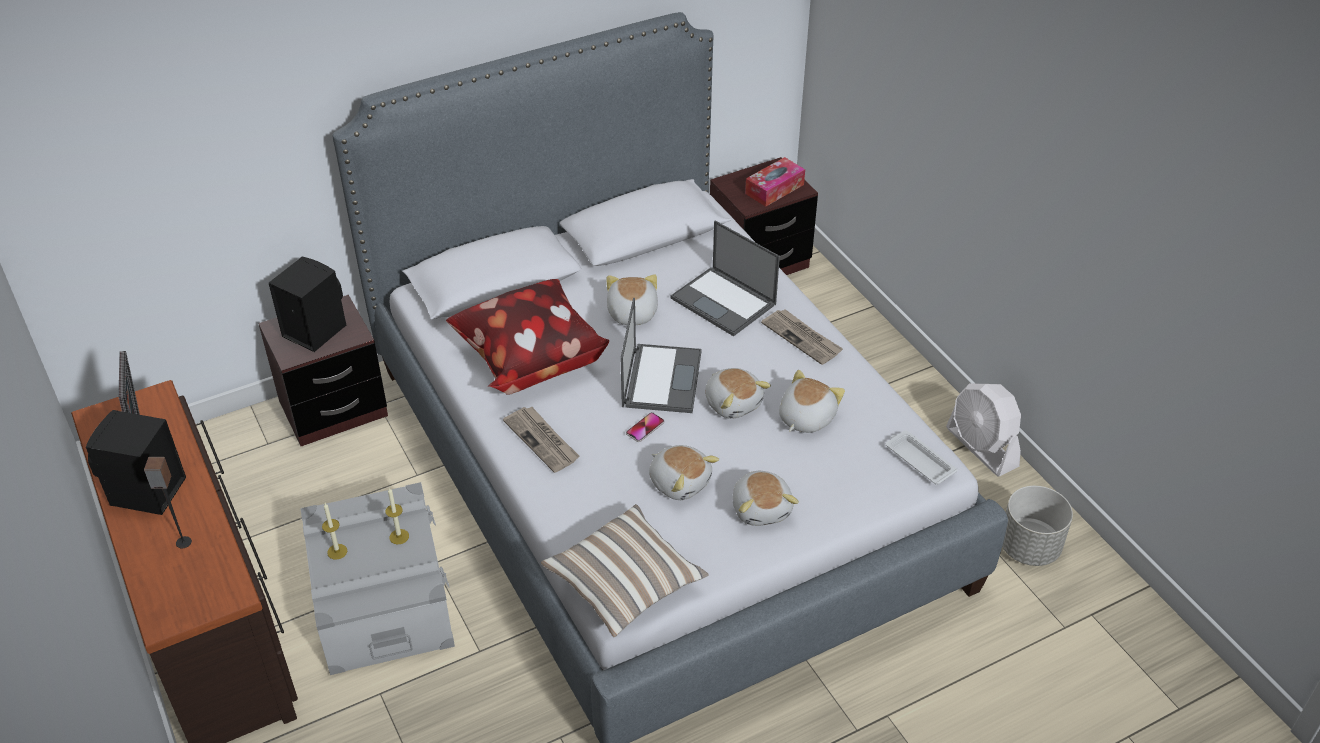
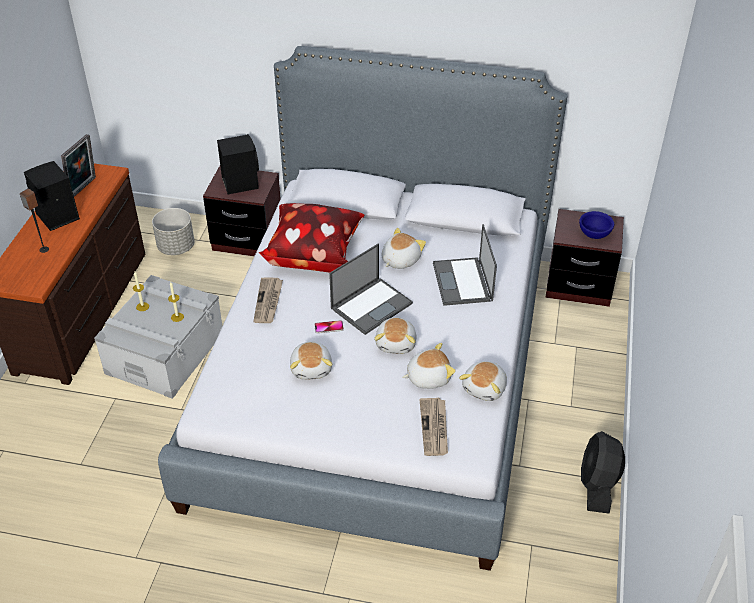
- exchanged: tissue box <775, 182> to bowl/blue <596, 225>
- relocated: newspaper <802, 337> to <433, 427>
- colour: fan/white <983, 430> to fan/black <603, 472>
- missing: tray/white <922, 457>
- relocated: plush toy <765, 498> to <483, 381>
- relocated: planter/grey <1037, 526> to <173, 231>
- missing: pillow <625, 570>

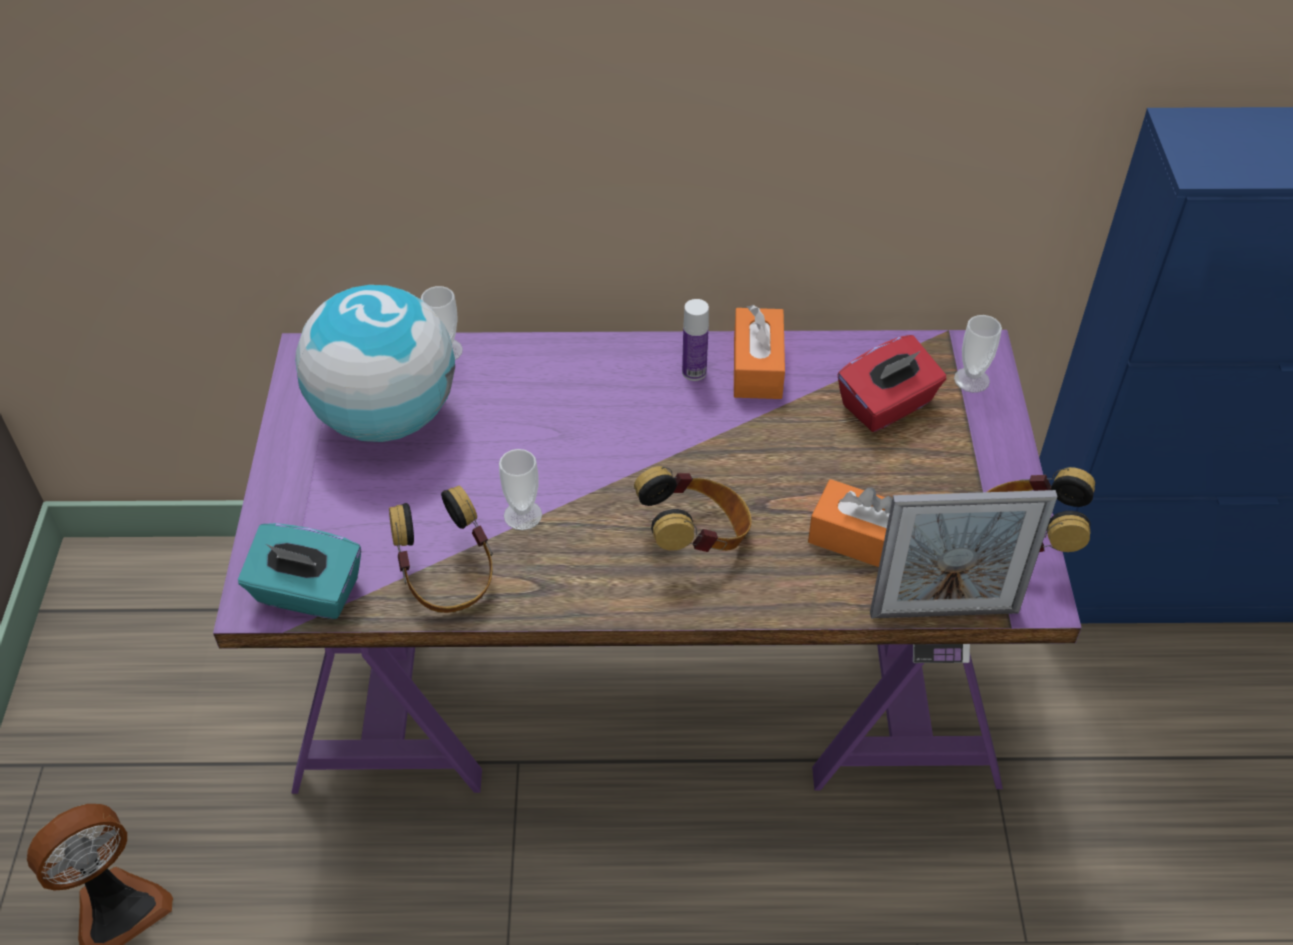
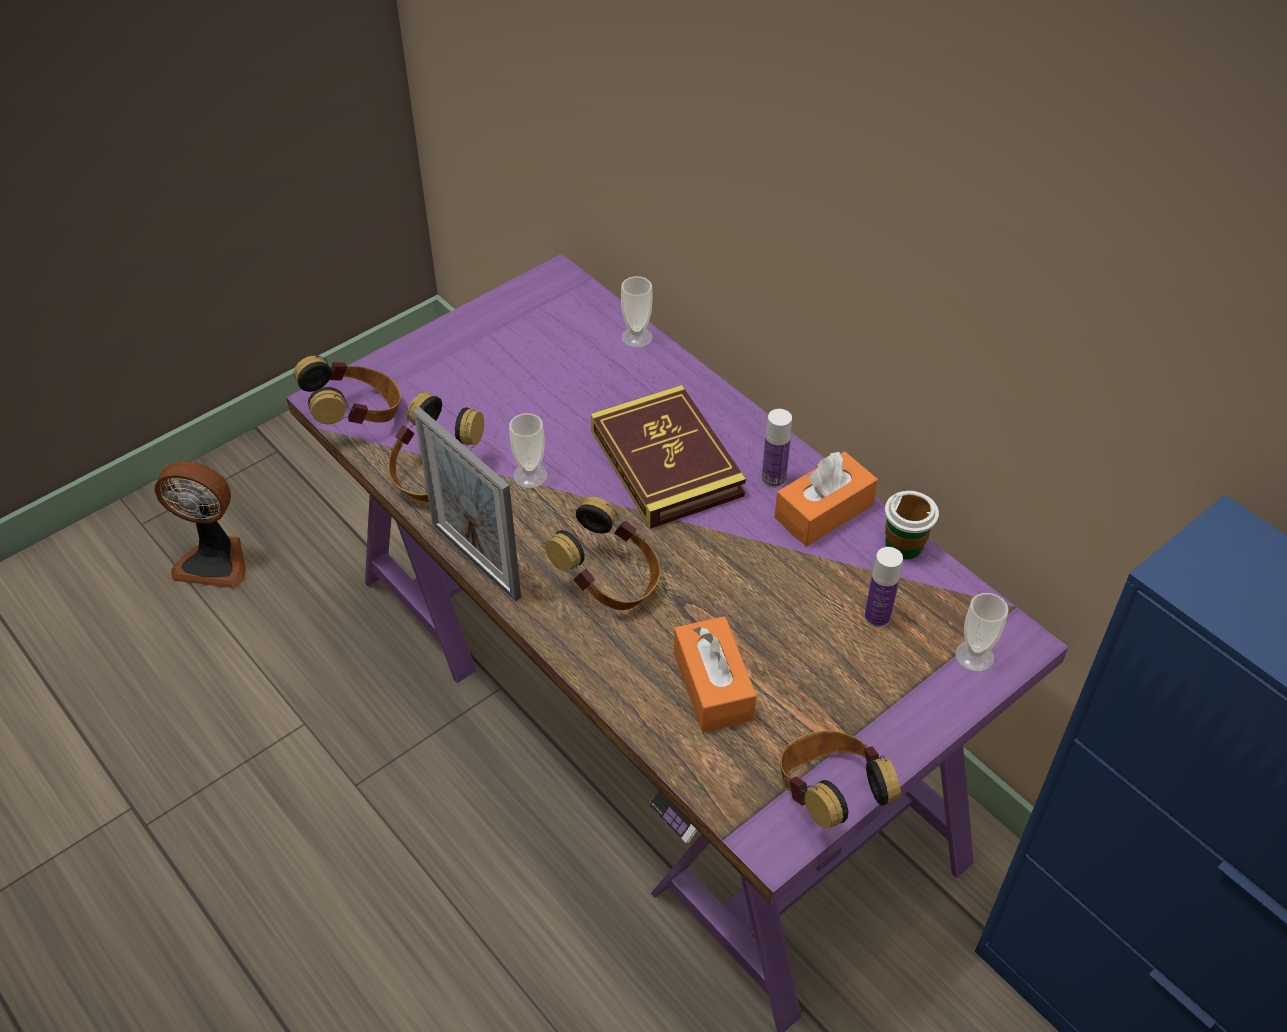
- missing: globe <375, 363>
- exchanged: tissue box/red <891, 383> to bottle <883, 587>
- relocated: picture frame <964, 554> to <467, 504>
- exchanged: tissue box/turquoise <299, 571> to headphones <347, 390>
- appeared: book <668, 457>
- appeared: cup <912, 525>

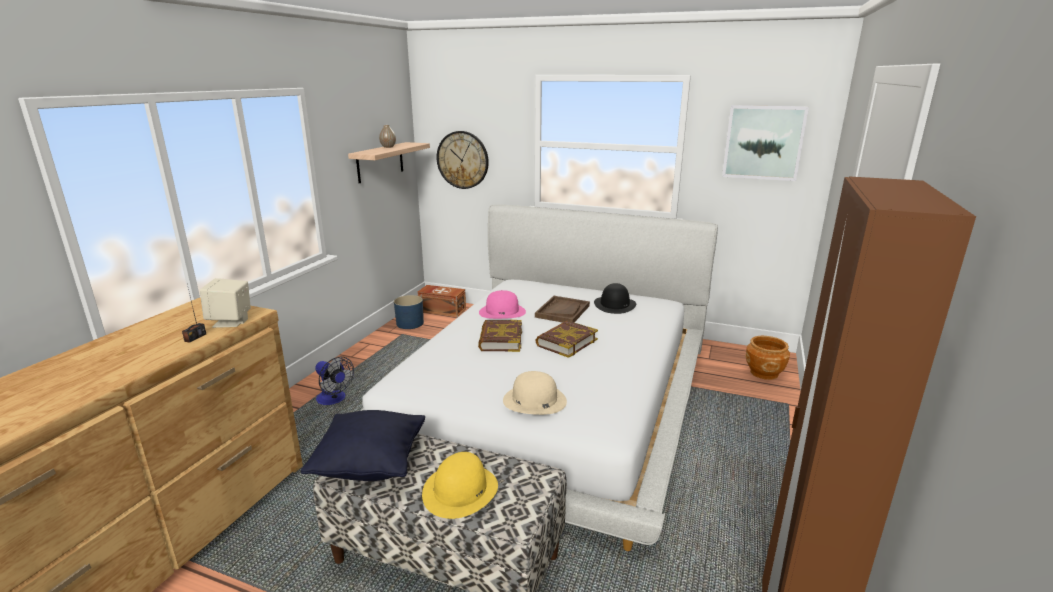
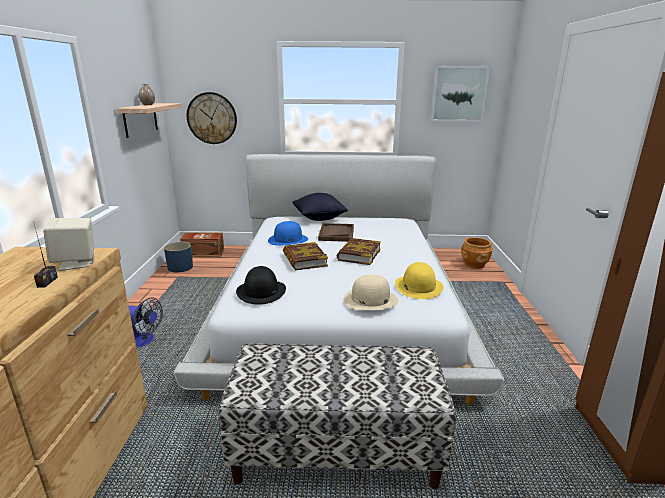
- relocated: hat/black <615, 298> to <261, 285>
- colour: hat/pink <502, 304> to hat/blue <288, 233>
- relocated: pillow/black <363, 445> to <320, 207>
- relocated: hat/yellow <460, 485> to <419, 280>

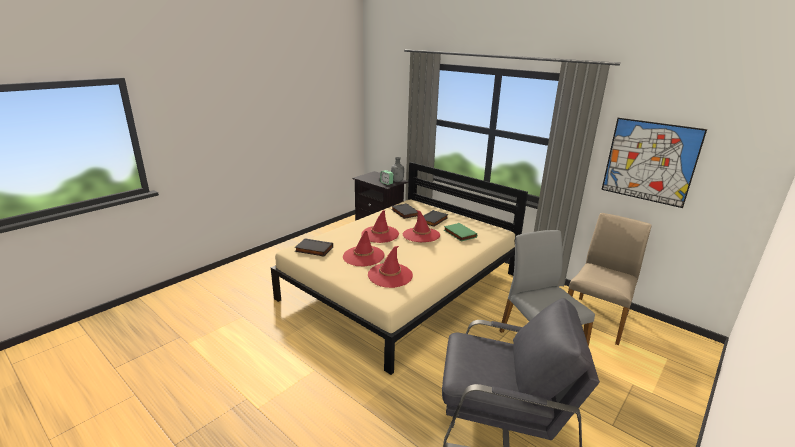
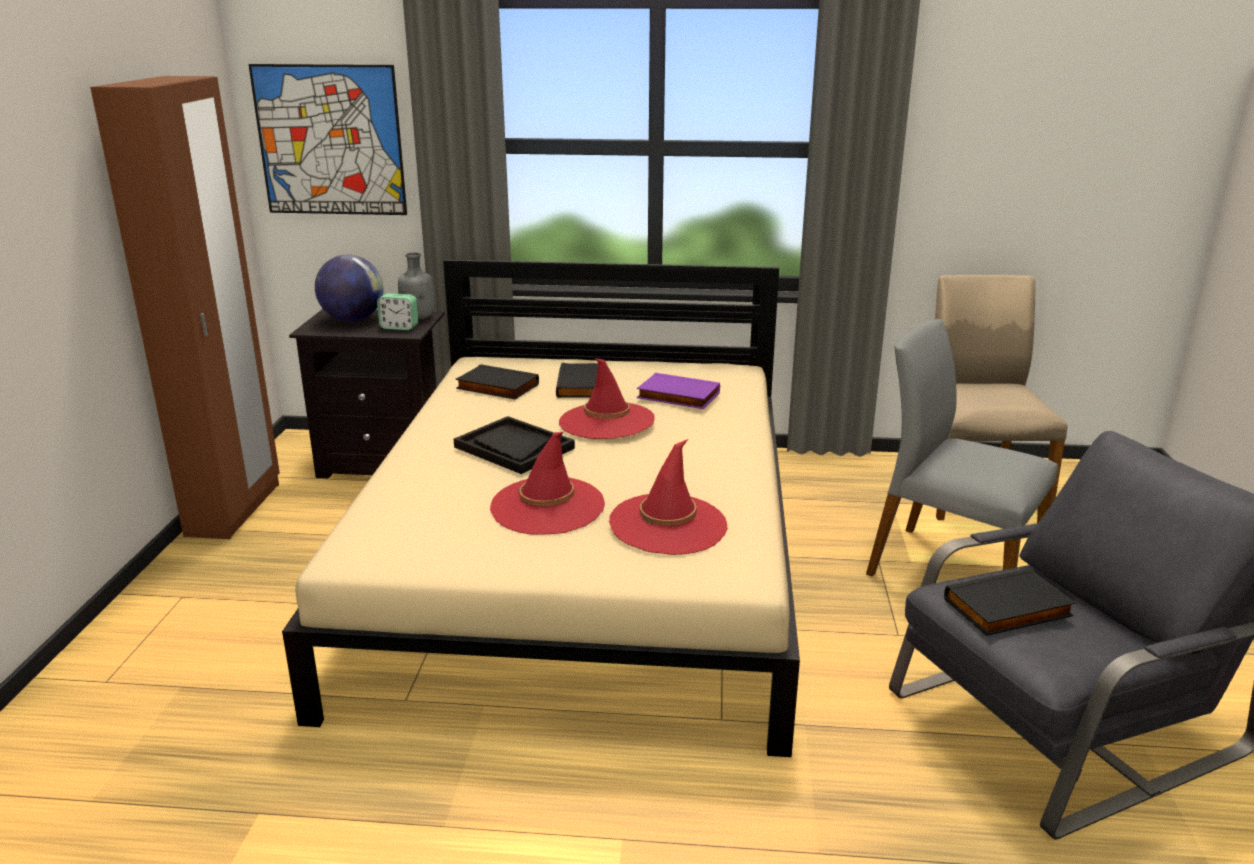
- relocated: picture <654, 163> to <327, 139>
- exchanged: hat/red <380, 226> to tray/black <514, 445>
- colour: book/green <460, 232> to book/purple <678, 391>
- relocated: book/black <314, 247> to <1010, 602>
- appeared: wardrobe/brown <185, 307>
- appeared: globe <349, 288>

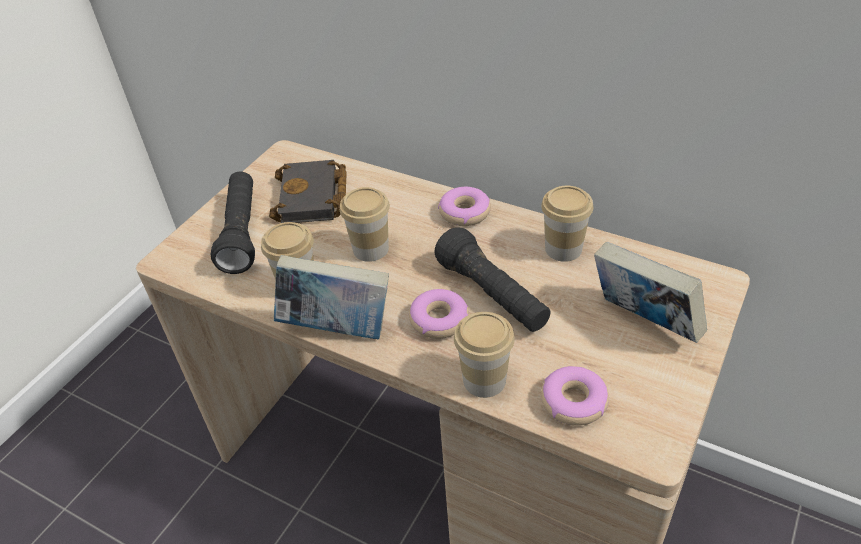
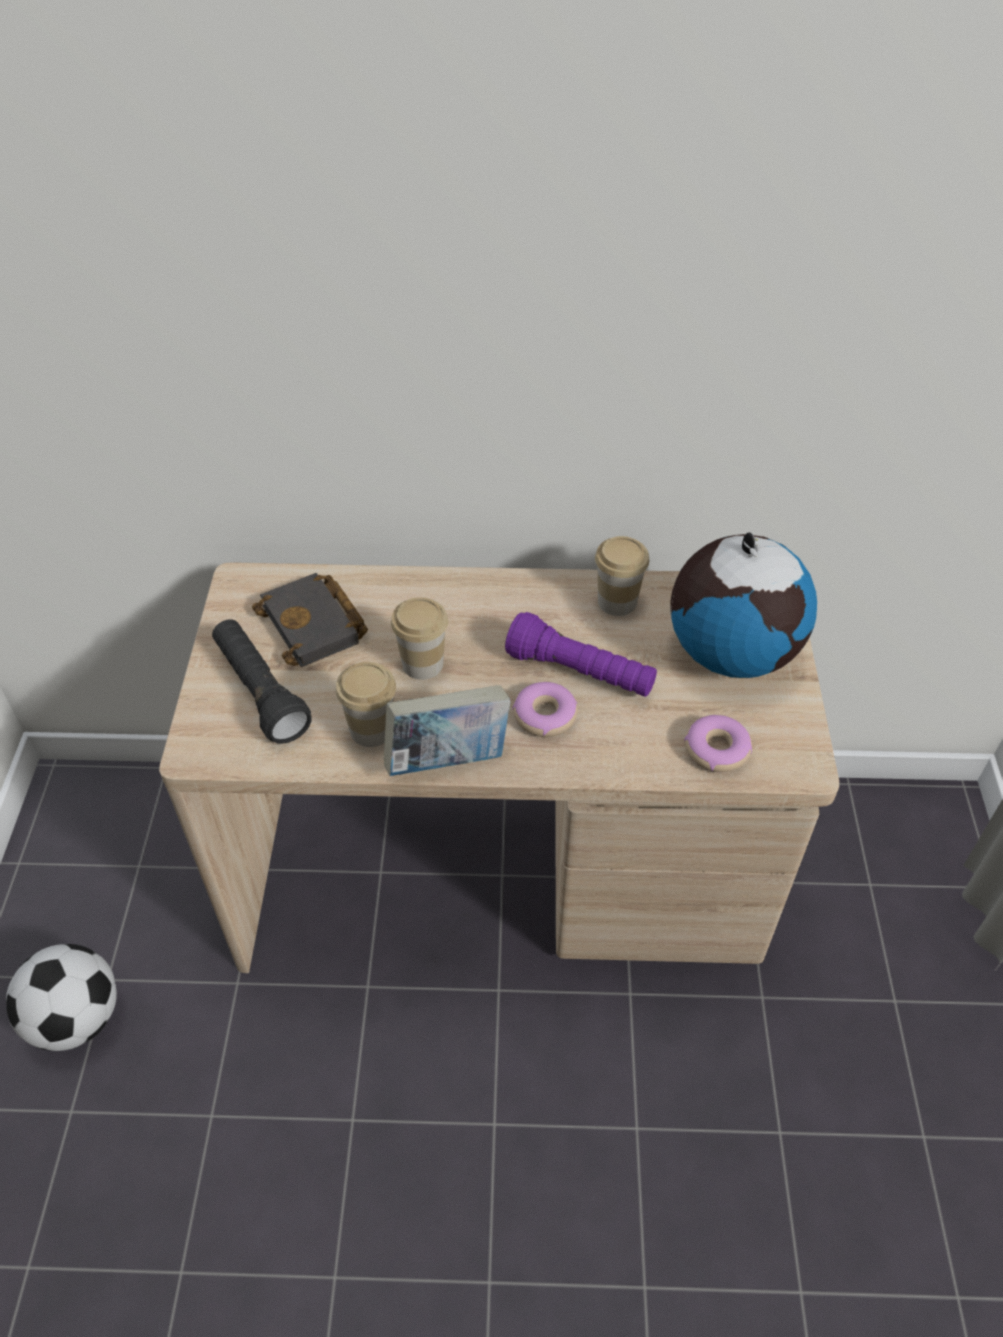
- missing: donut <464, 206>
- colour: flashlight/black <492, 279> to flashlight/purple <581, 654>
- exchanged: book <650, 292> to globe <743, 605>
- missing: cup <484, 355>
- appeared: football <61, 997>

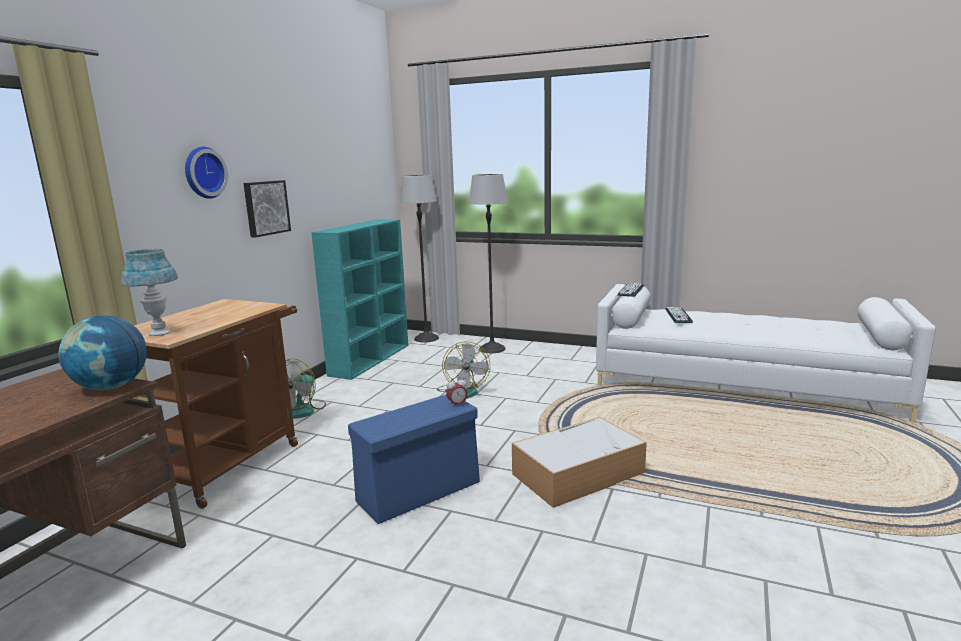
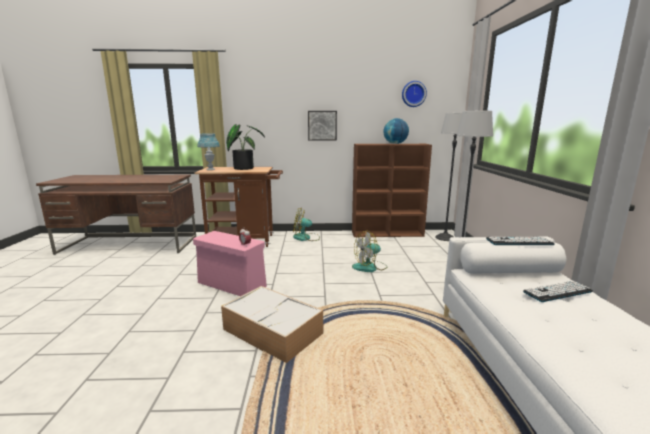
- relocated: wall clock <206, 173> to <414, 94>
- colour: bookcase/turquoise <359, 299> to bookcase/brown <392, 190>
- relocated: globe <102, 352> to <396, 131>
- colour: storage box/blue <414, 459> to storage box/pink <230, 263>
- appeared: potted plant <245, 147>

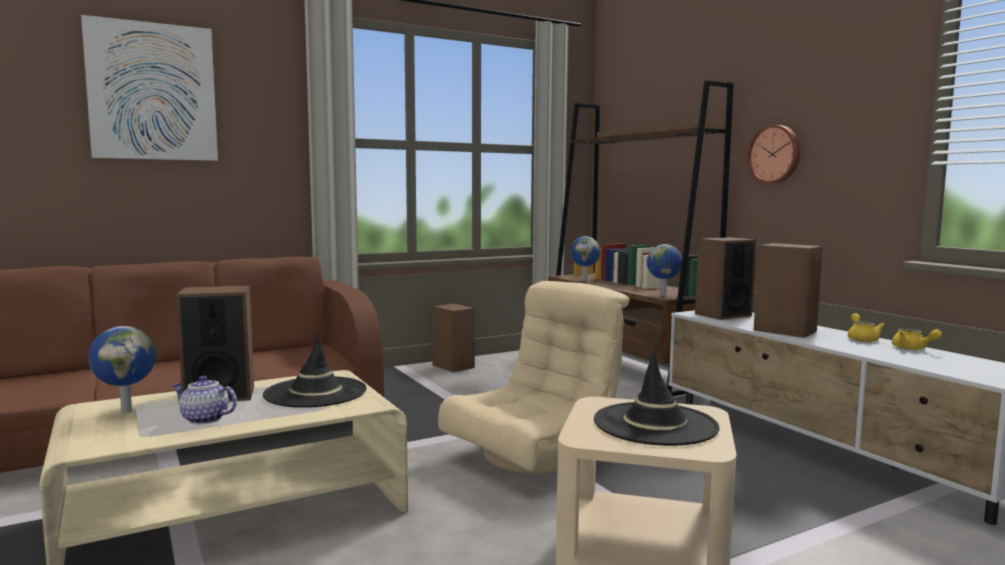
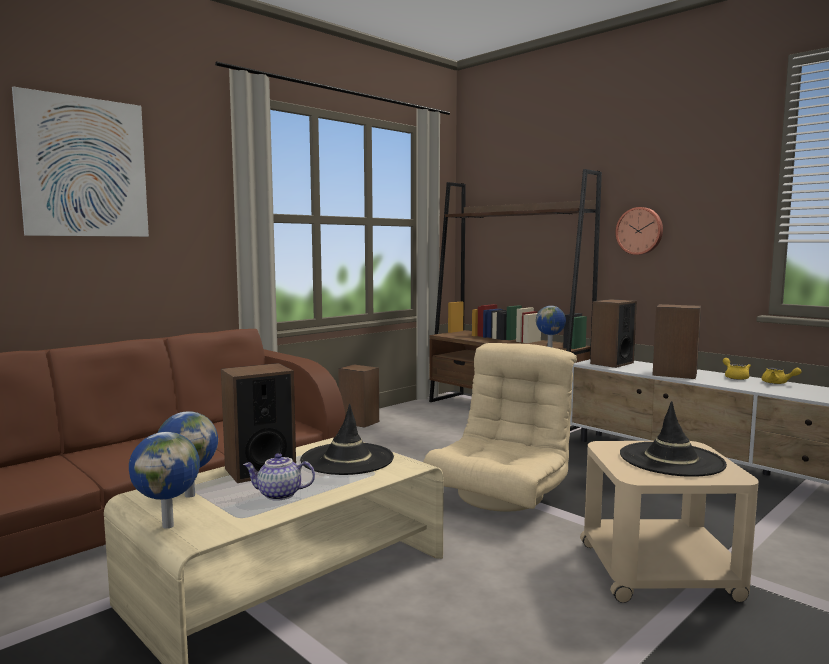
- relocated: globe <585, 258> to <164, 480>

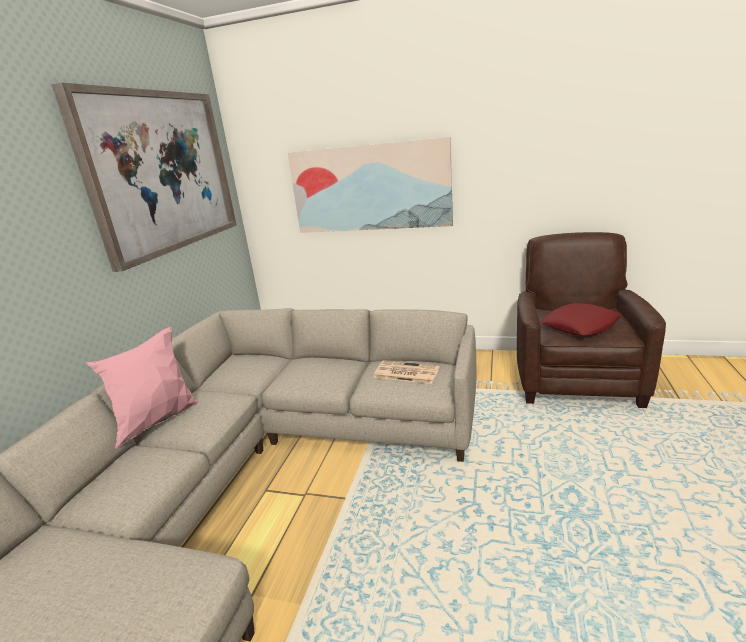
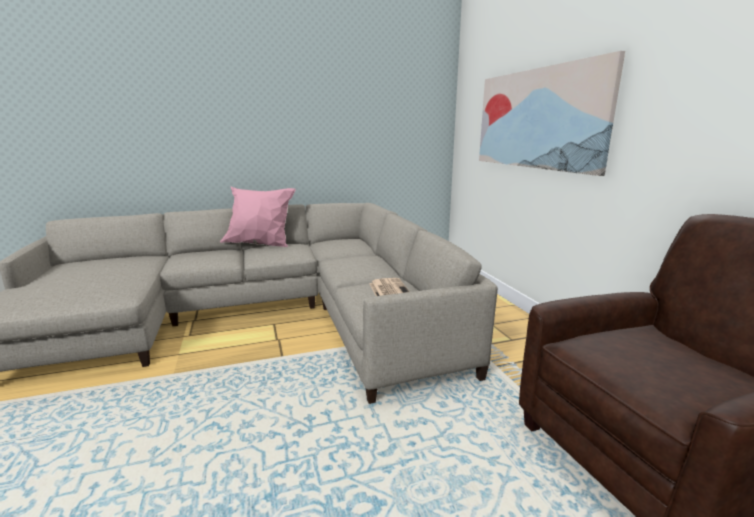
- missing: picture <144, 177>
- missing: pillow/red <581, 319>

